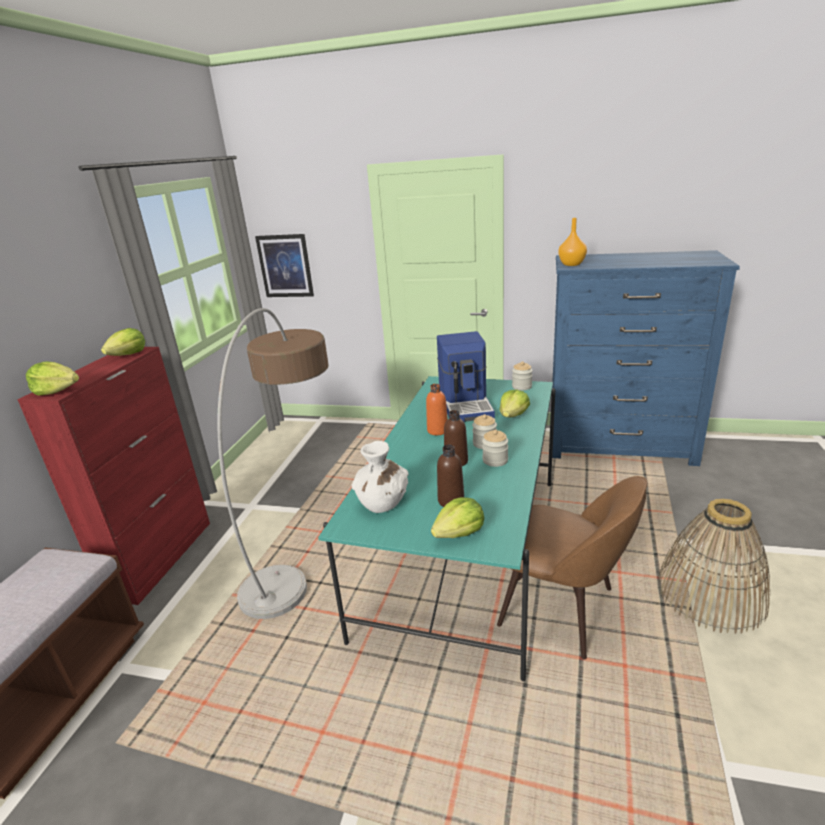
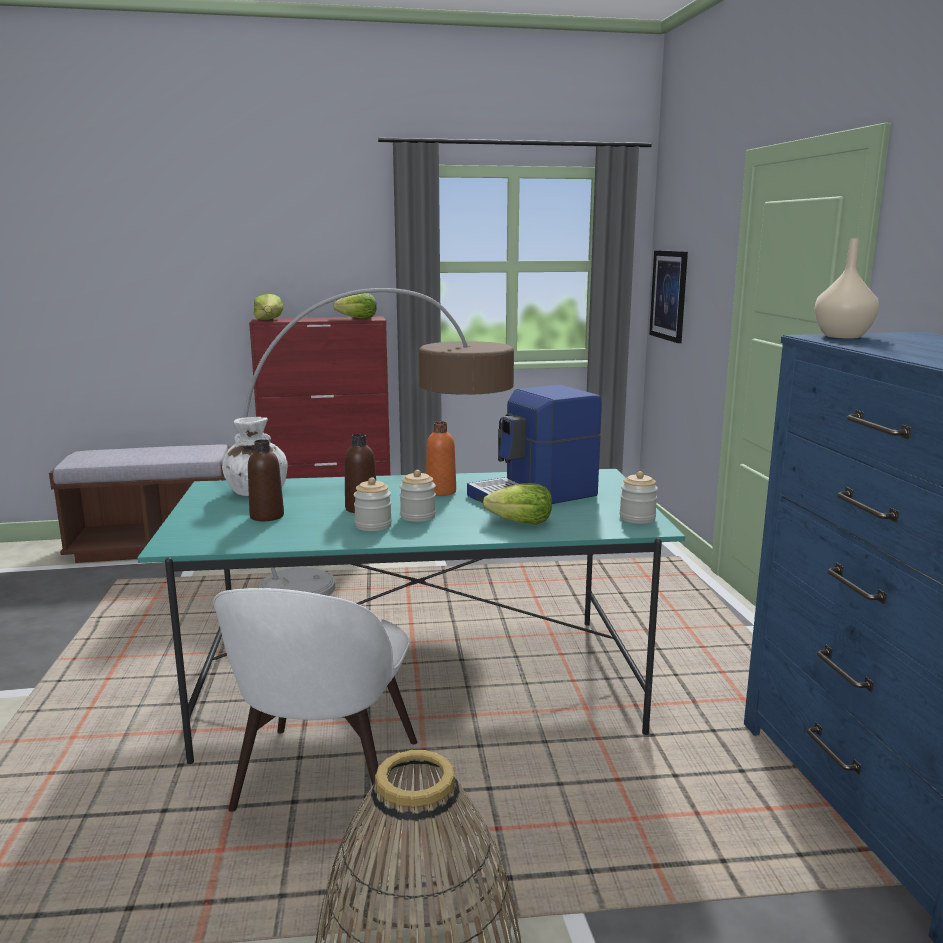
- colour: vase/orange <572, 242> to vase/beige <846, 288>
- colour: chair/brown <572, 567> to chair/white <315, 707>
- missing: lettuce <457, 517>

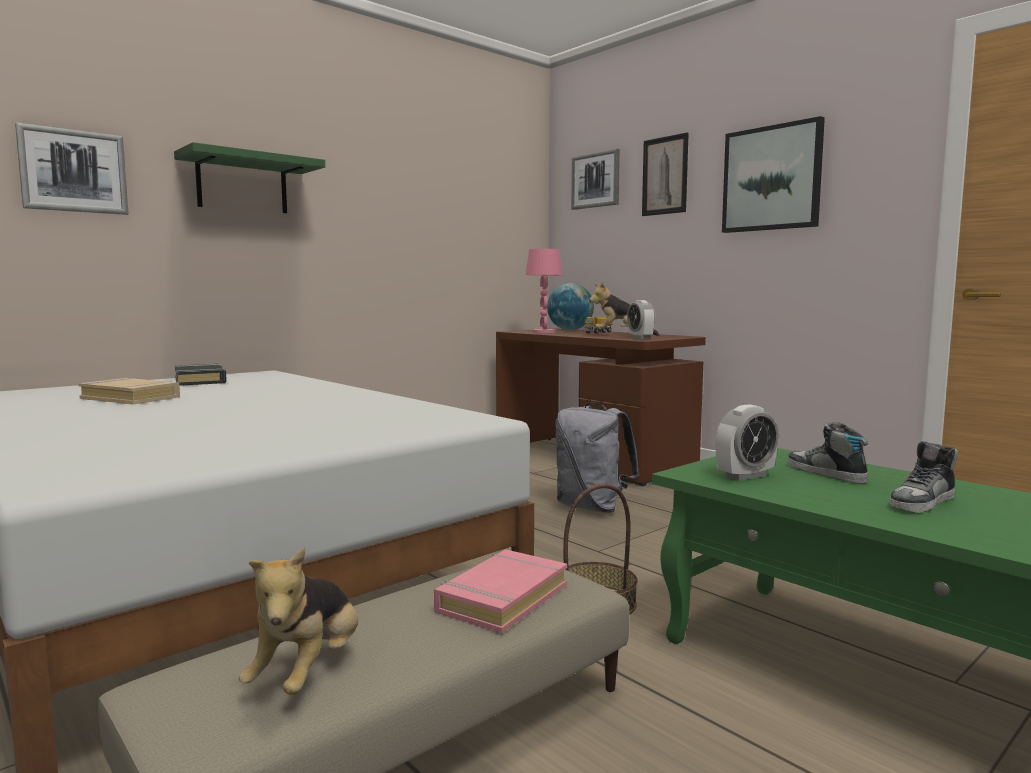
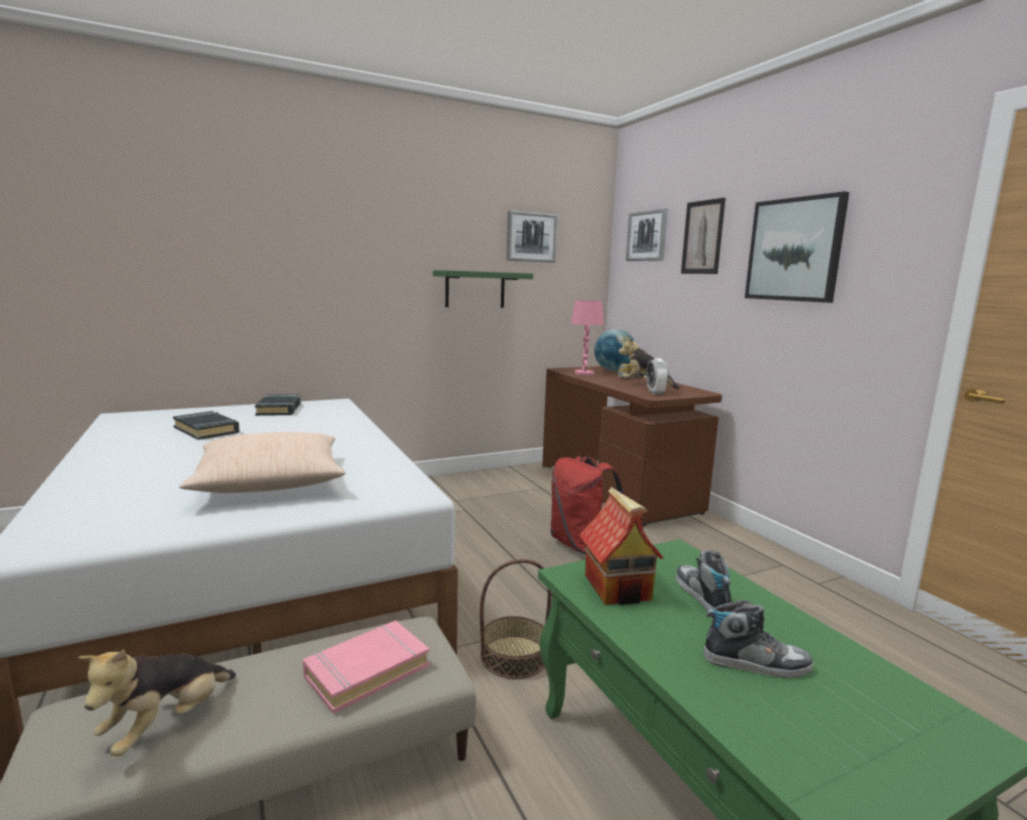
- relocated: picture <71, 169> to <532, 236>
- relocated: shelf/green <249, 177> to <483, 289>
- colour: book/beige <129, 391> to book/black <206, 425>
- colour: backpack/grey <597, 457> to backpack/red <587, 504>
- exchanged: alarm clock <747, 443> to toy house <621, 546>
- spun: shoe <923, 477> = <758, 639> 150 degrees counterclockwise
- appeared: pillow/beige <262, 462>

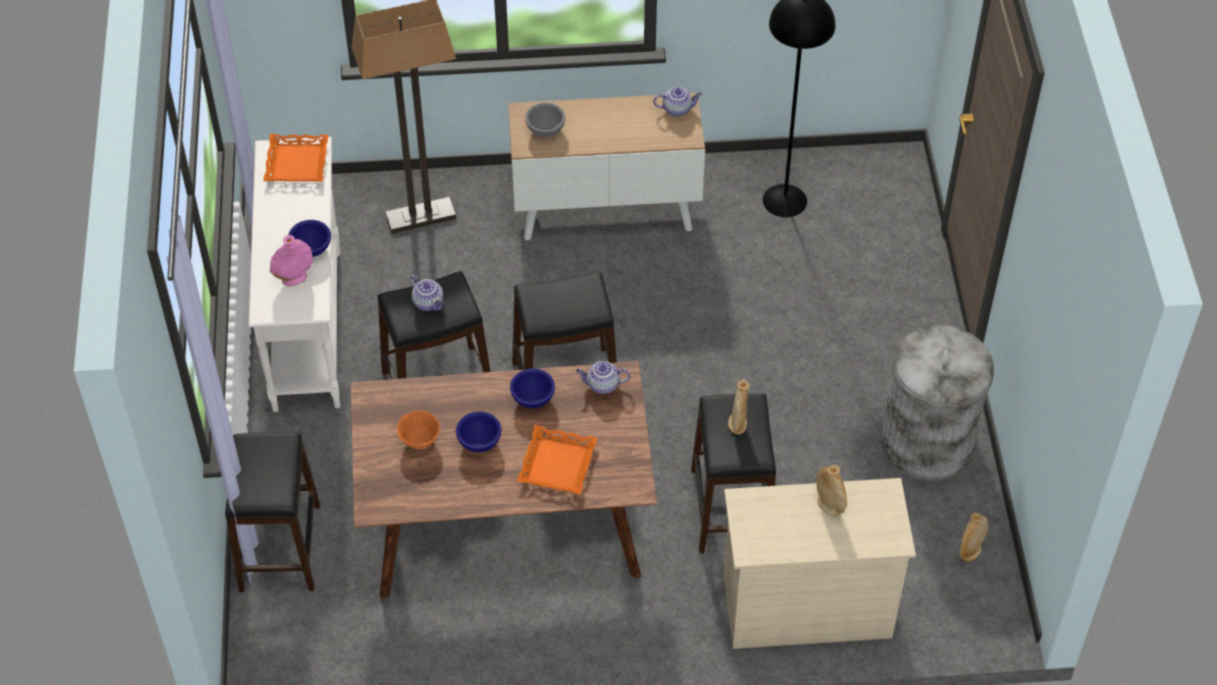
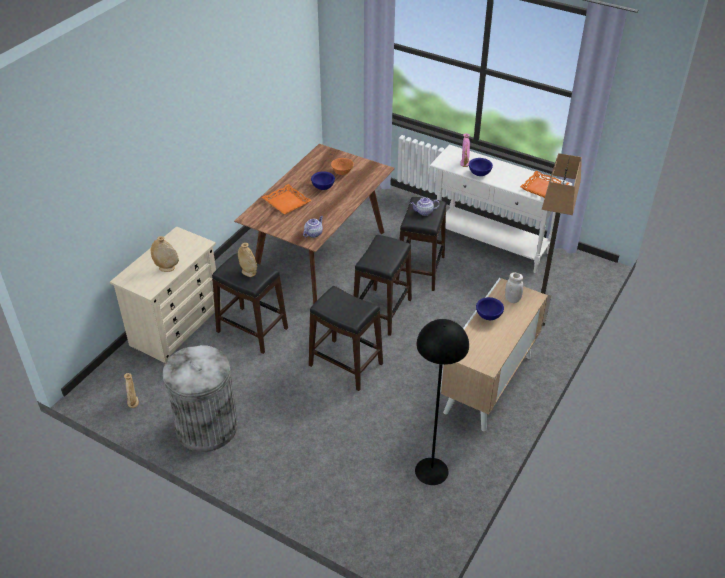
- missing: teapot <677, 102>
- exchanged: bowl/grey <545, 119> to jar/white <514, 287>
- relocated: bowl/blue <532, 388> to <490, 308>
- relocated: stool/black <272, 512> to <346, 338>

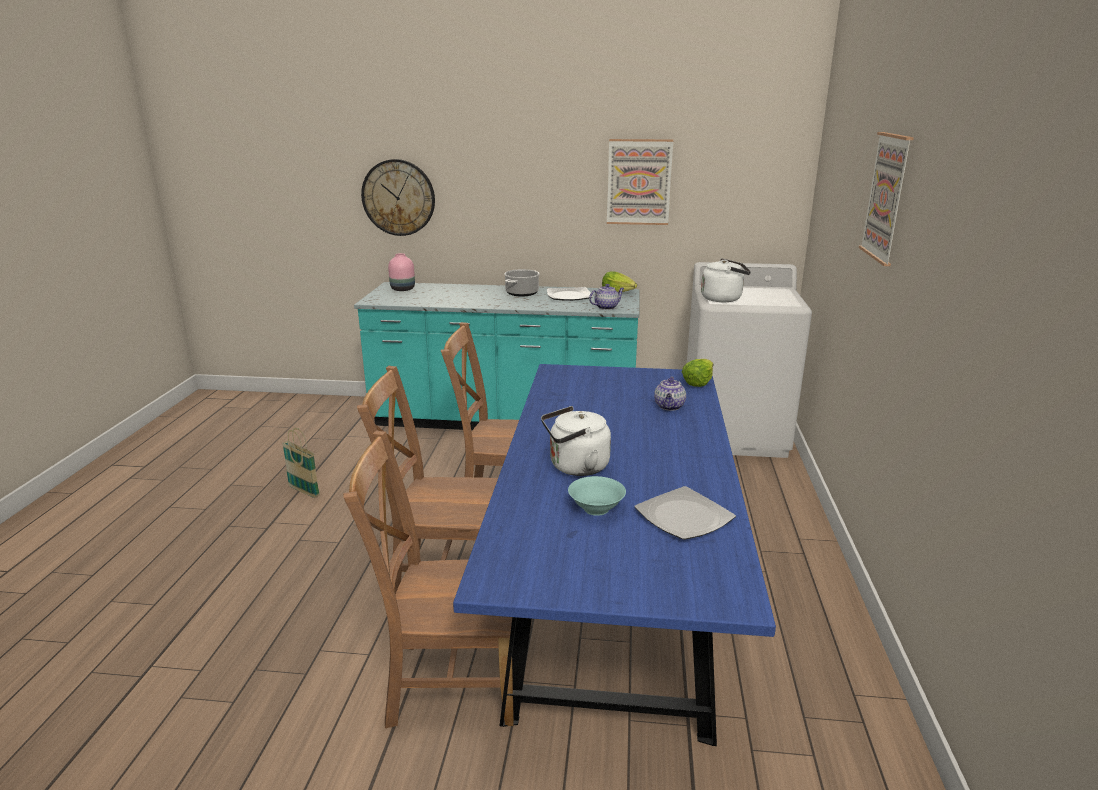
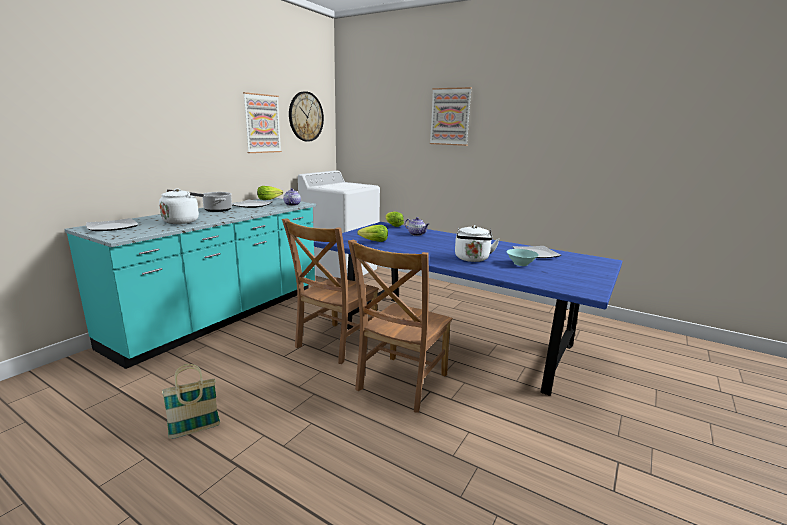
- relocated: wall clock <398, 197> to <306, 117>
- exchanged: vase/pink <401, 272> to plate <112, 224>
- relocated: kettle/white <726, 280> to <181, 206>
- missing: chair/brown <428, 579>
- appeared: lettuce <372, 233>

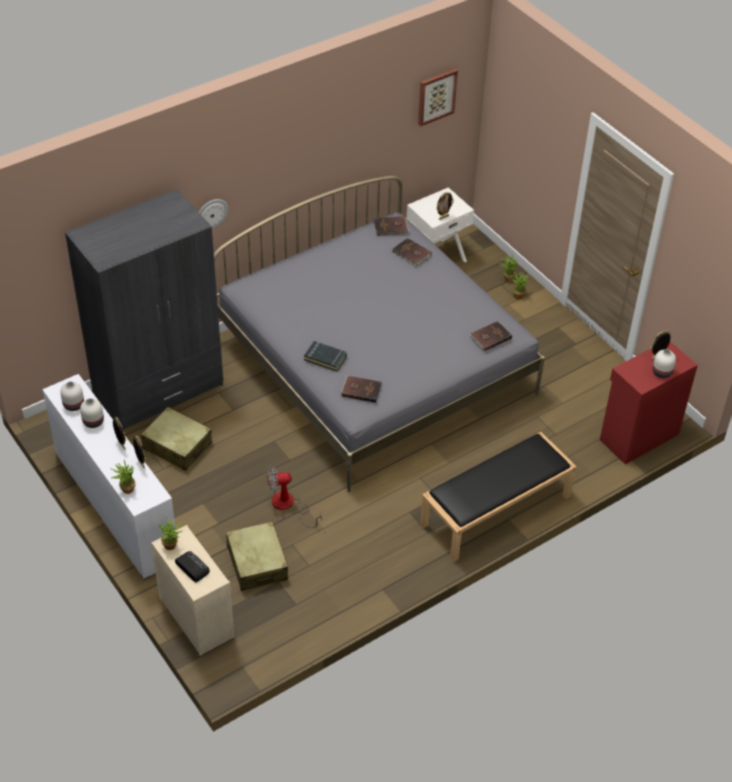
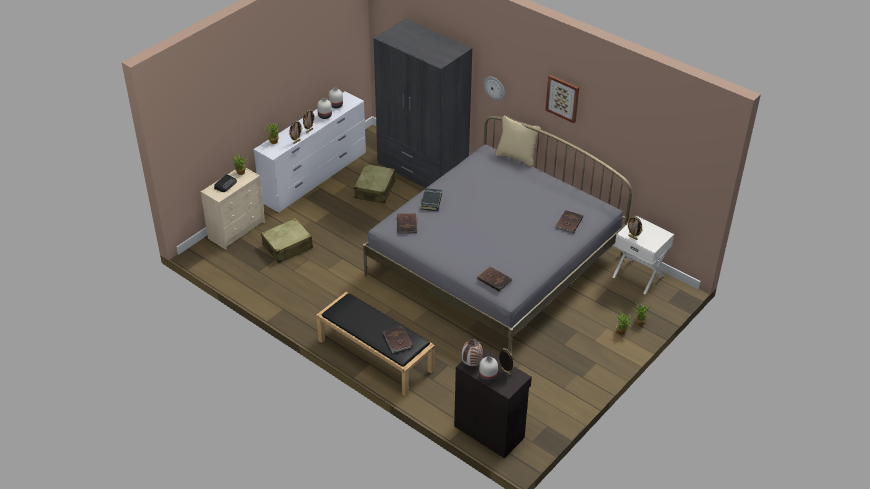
- relocated: picture <438, 98> to <562, 98>
- relocated: book/brown <391, 226> to <398, 339>
- colour: cabinet/red <649, 402> to cabinet/black <493, 403>
- missing: fan <294, 497>
- appeared: pillow/beige <518, 141>
- appeared: vase <472, 353>

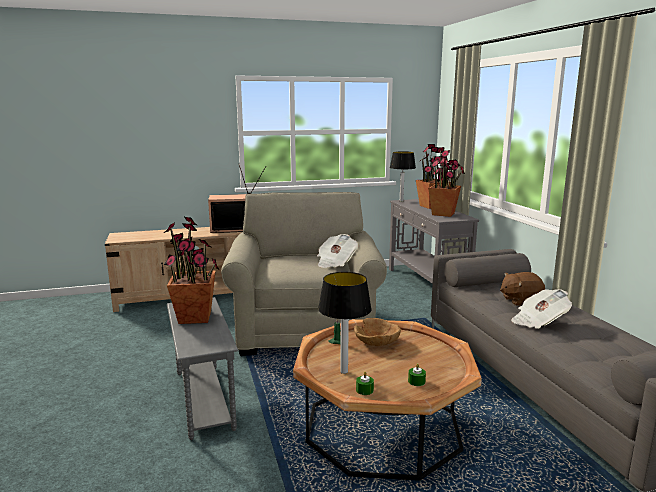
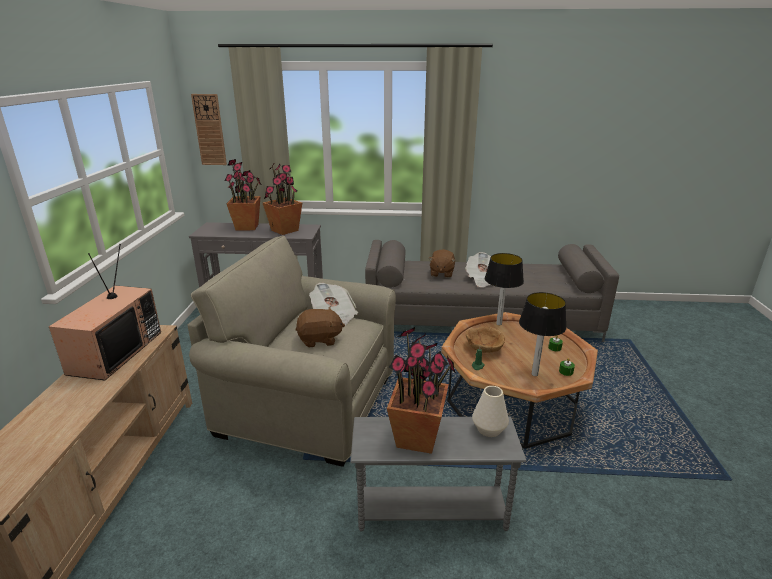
- relocated: table lamp <403, 176> to <504, 289>
- appeared: wall clock <209, 129>
- appeared: plush toy/brown <320, 327>
- appeared: vase/white <490, 411>

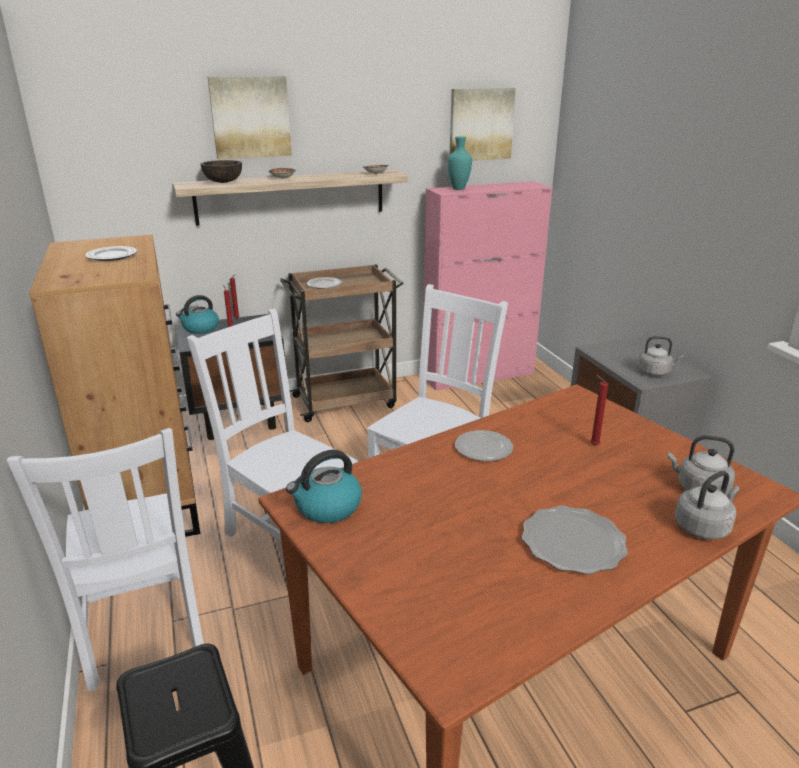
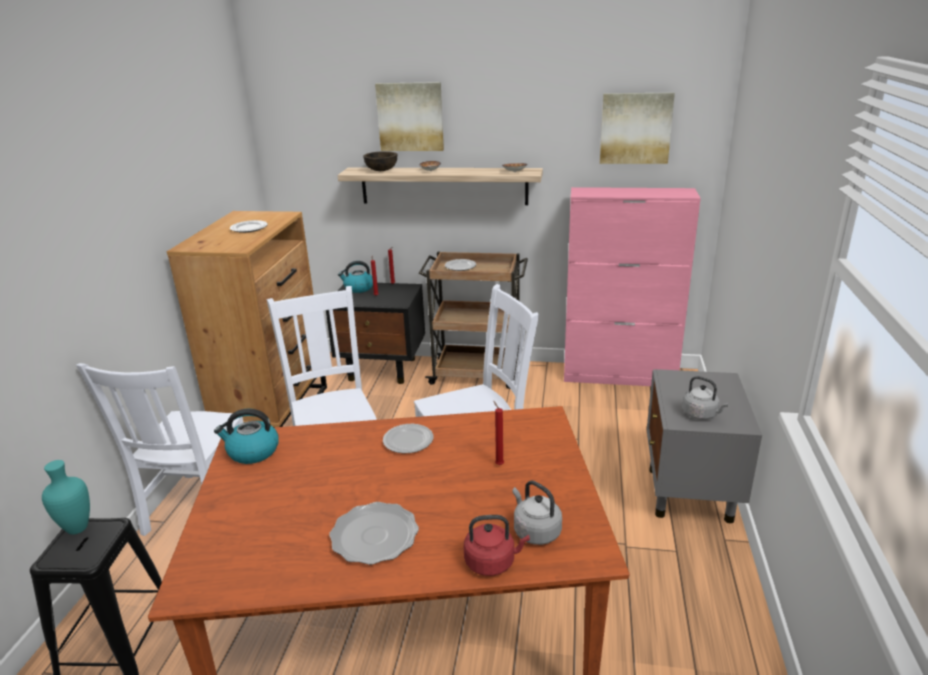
- relocated: vase/turquoise <459, 163> to <66, 497>
- colour: kettle/grey <707, 505> to kettle/red <497, 545>

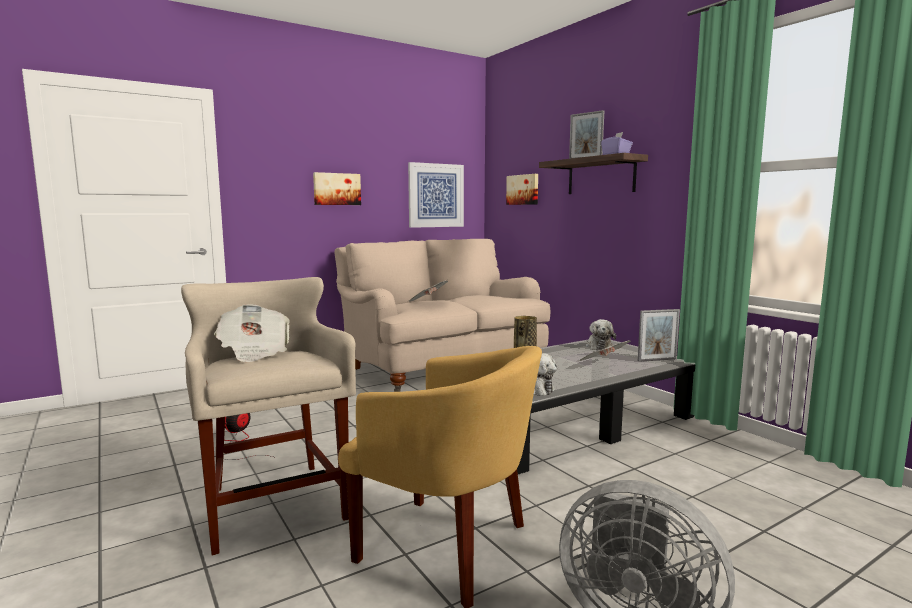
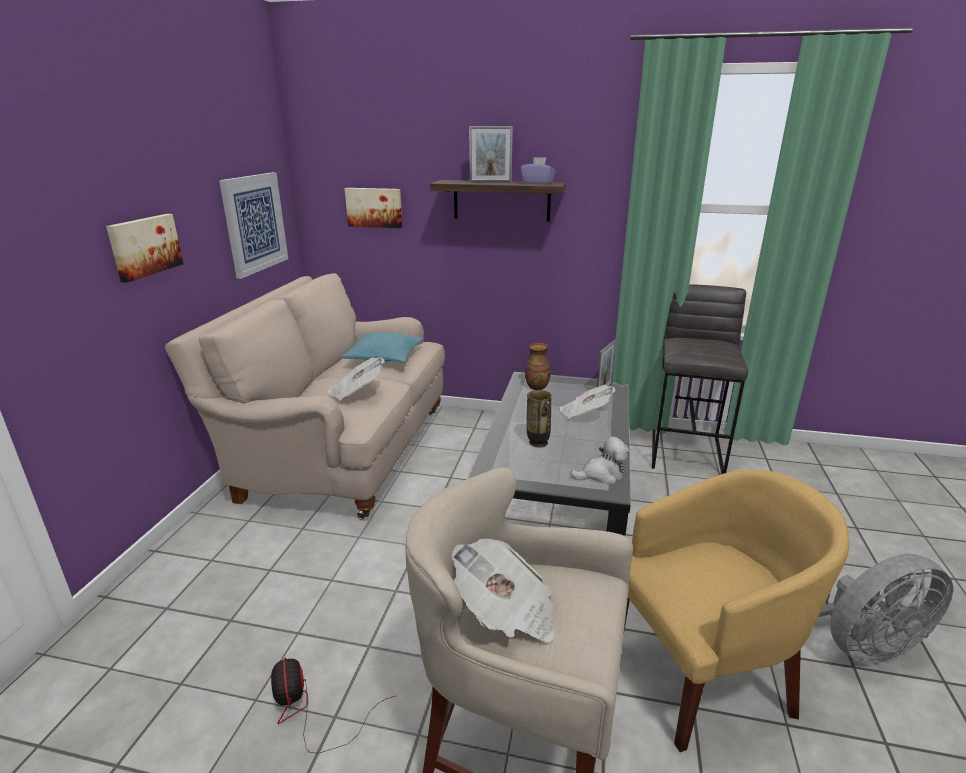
- exchanged: plush toy <601, 334> to vase <538, 366>
- appeared: stool/grey <700, 379>
- appeared: pillow/turquoise <382, 347>

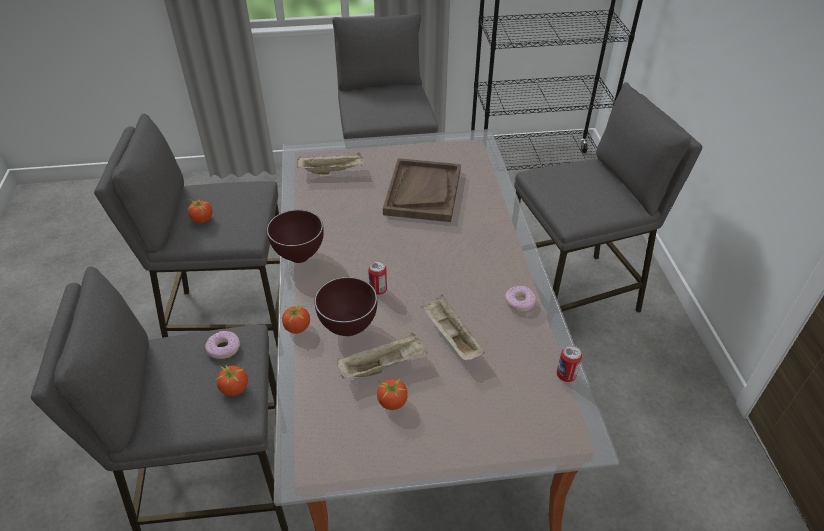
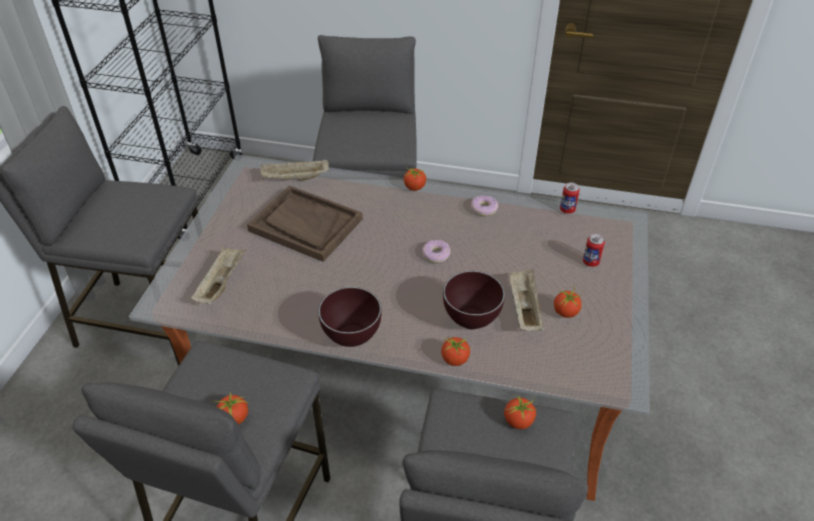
- relocated: can <377, 278> to <594, 250>
- relocated: tray/beige <453, 328> to <294, 170>
- relocated: donut <222, 345> to <436, 251>
- appeared: tomato <415, 179>

